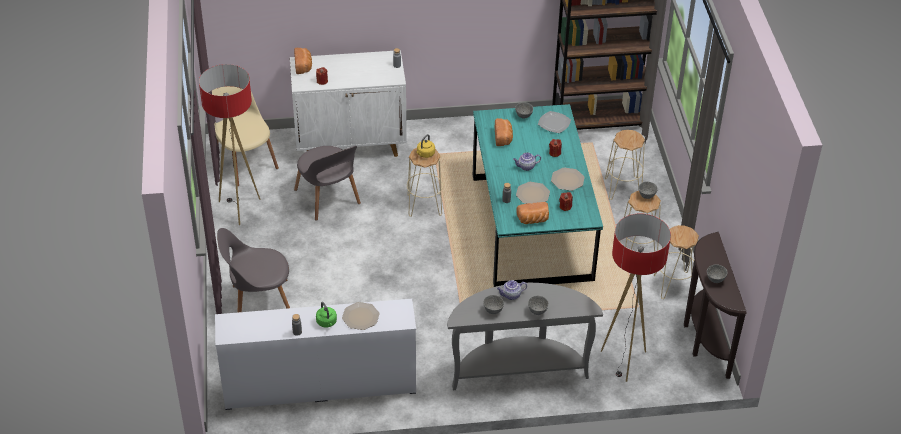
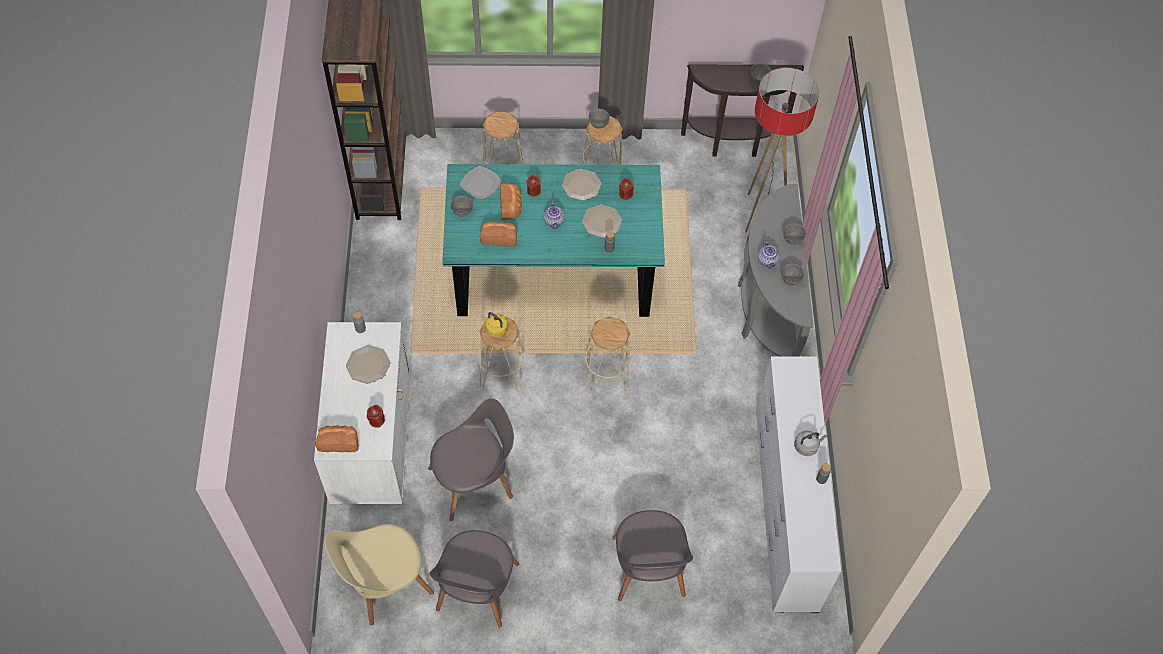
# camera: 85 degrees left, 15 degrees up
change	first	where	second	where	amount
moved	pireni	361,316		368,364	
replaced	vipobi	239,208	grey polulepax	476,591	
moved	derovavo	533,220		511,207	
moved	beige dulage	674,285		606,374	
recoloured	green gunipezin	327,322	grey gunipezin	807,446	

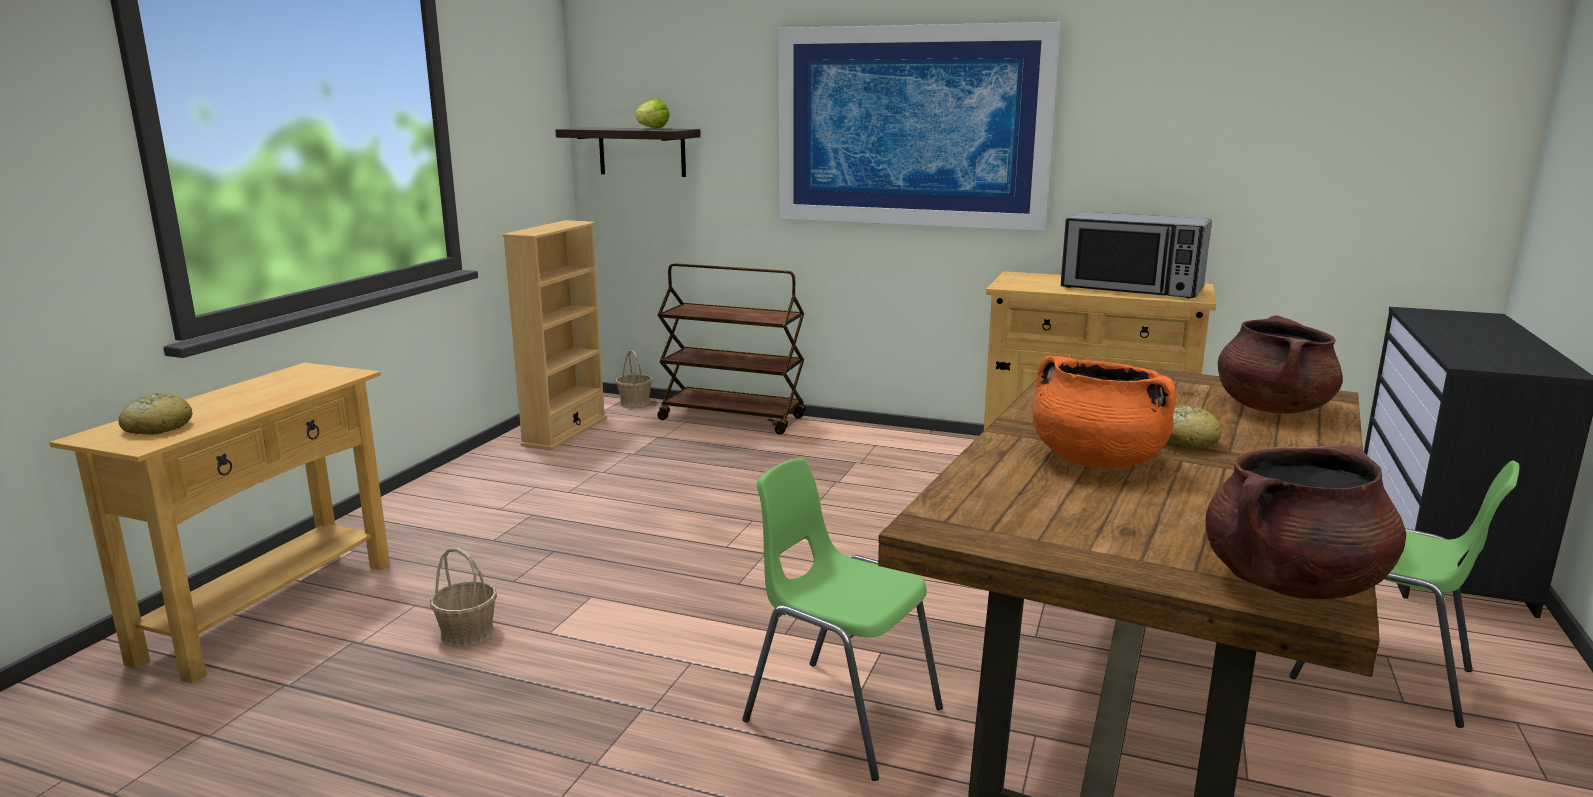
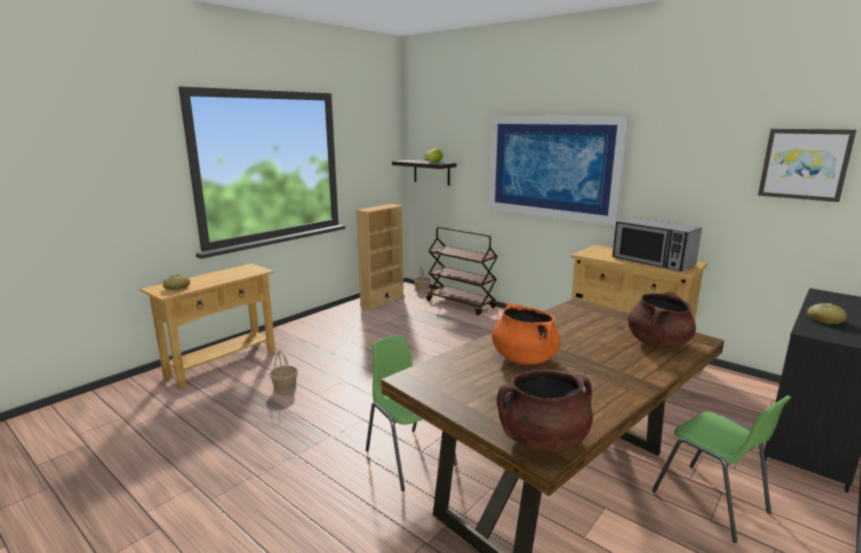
# camera: 20 degrees right, 0 degrees up
change	first	where	second	where	amount
added			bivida	804,164	
moved	derovavo	1182,442		824,320	

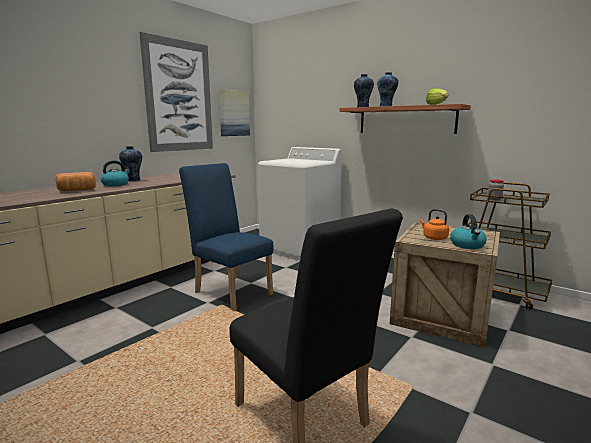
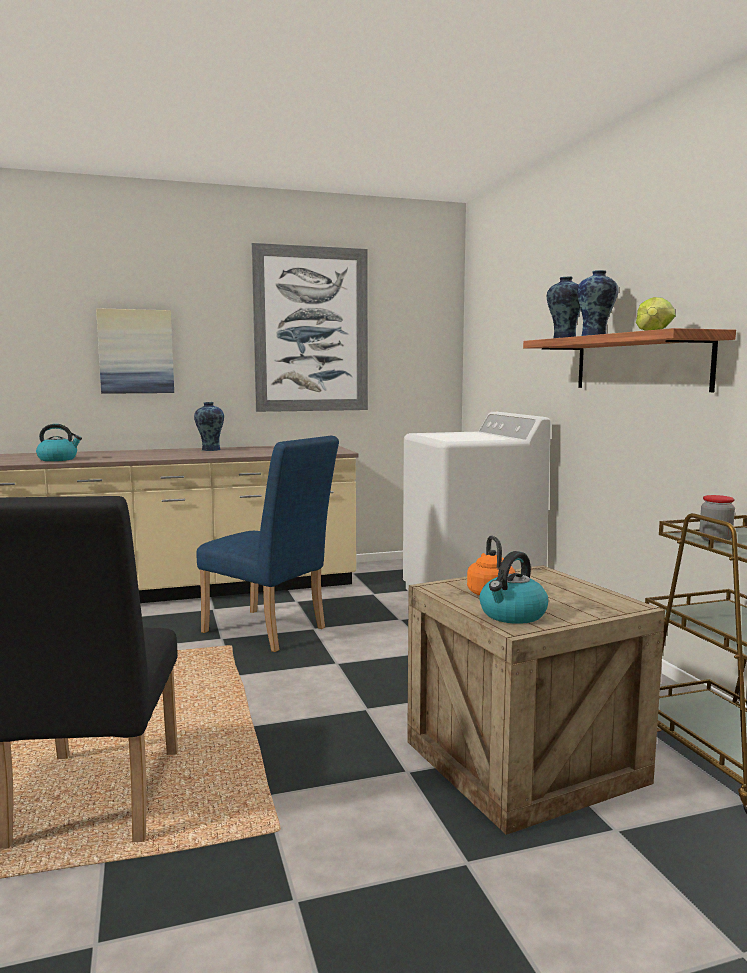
# camera: 35 degrees right, 5 degrees down
change	first	where	second	where	amount
moved	gunipezin	116,184		58,459	
moved	bivida	234,113		136,351	
turned	blue polulepax	230,291		270,632	135 degrees clockwise
removed	derovavo	77,191			

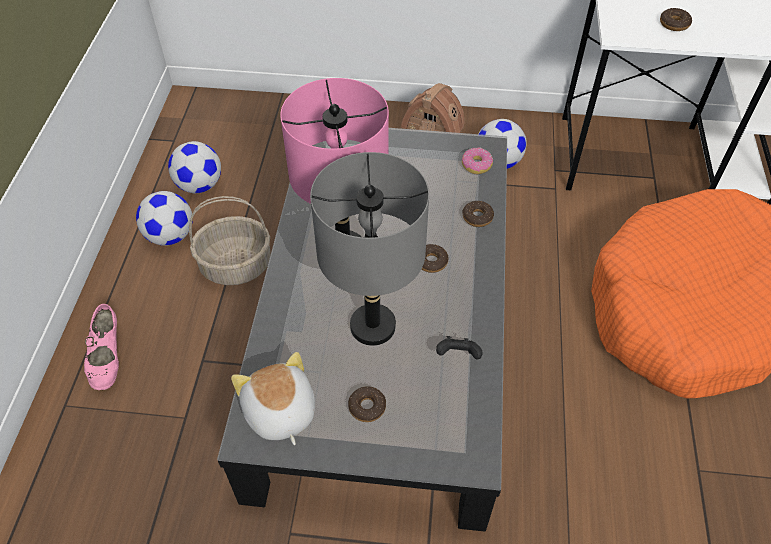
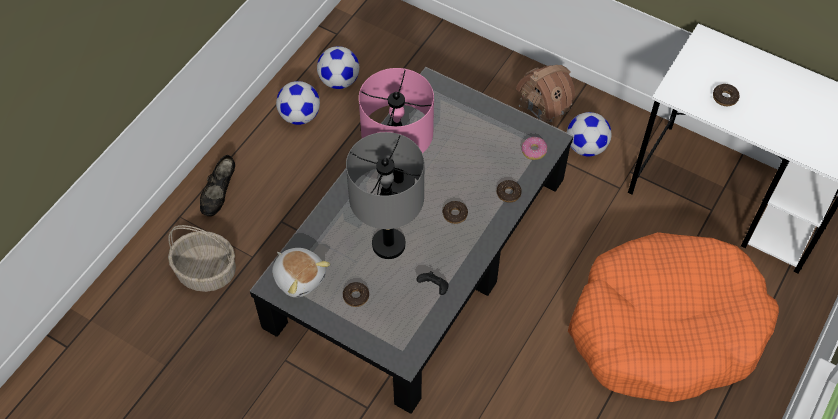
# camera: 25 degrees right, 5 degrees up
change	first	where	second	where	amount
moved	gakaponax	236,265		207,271	
recoloured	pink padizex	108,358	black padizex	219,194	
turned	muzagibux	279,412		300,277	135 degrees clockwise

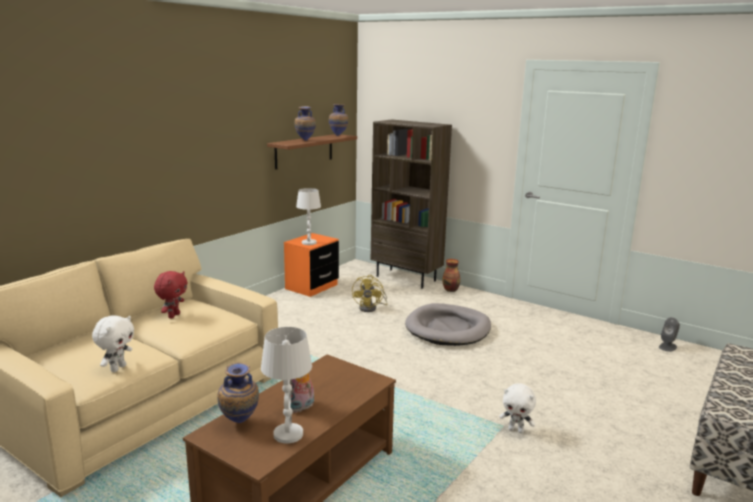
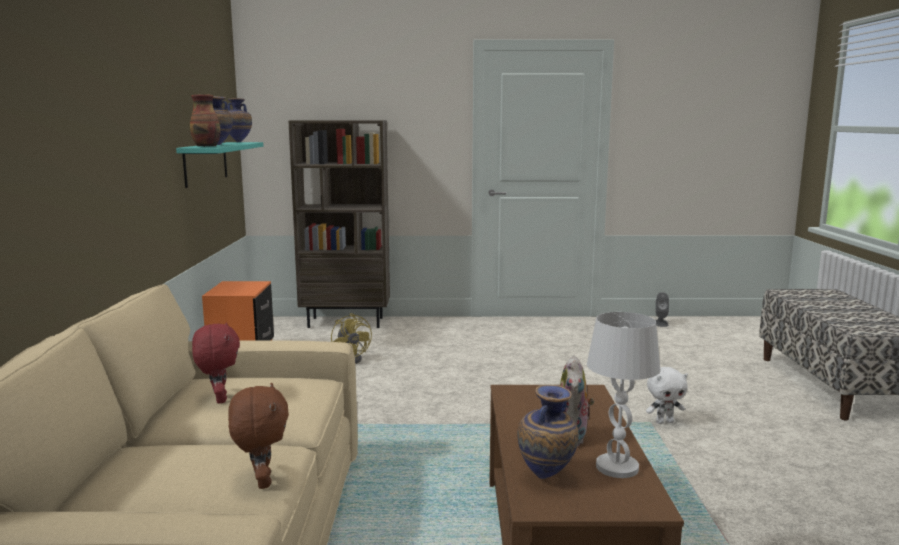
# camera: 35 degrees left, 5 degrees down
change	first	where	second	where	amount
recoloured	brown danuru	304,151	turquoise danuru	206,163	
moved	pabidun	451,290		207,146	
recoloured	white muzagibux	117,368	brown muzagibux	261,482	
removed	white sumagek	309,243			
removed	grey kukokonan	448,328			

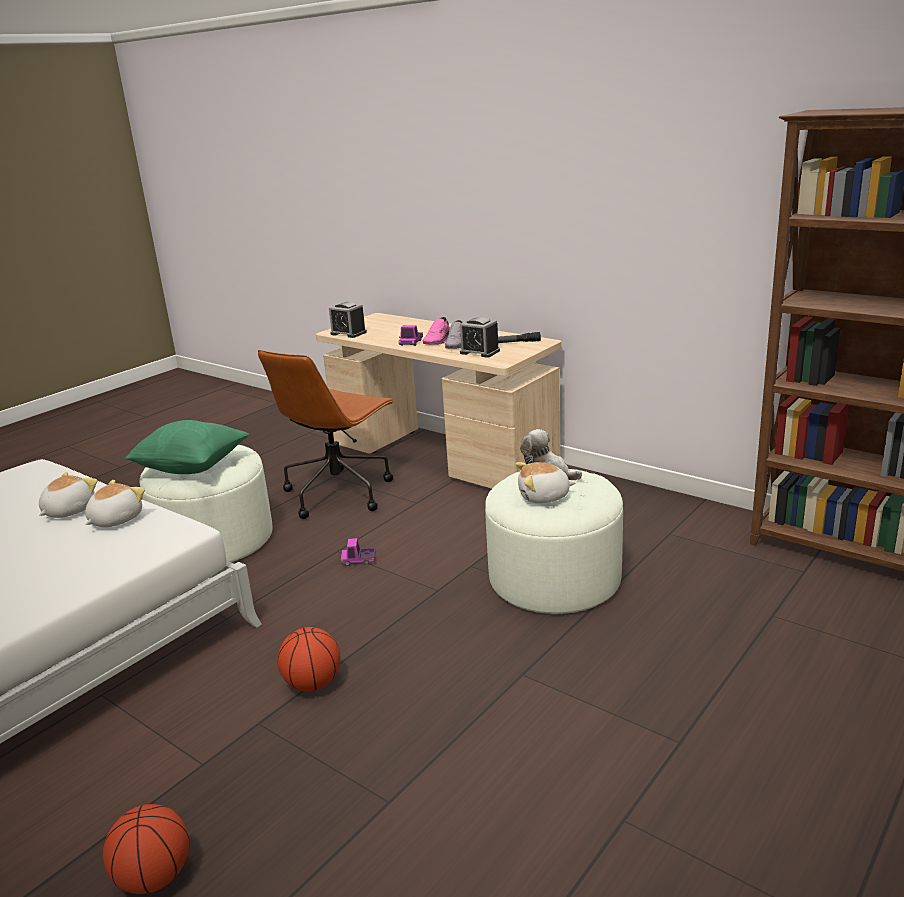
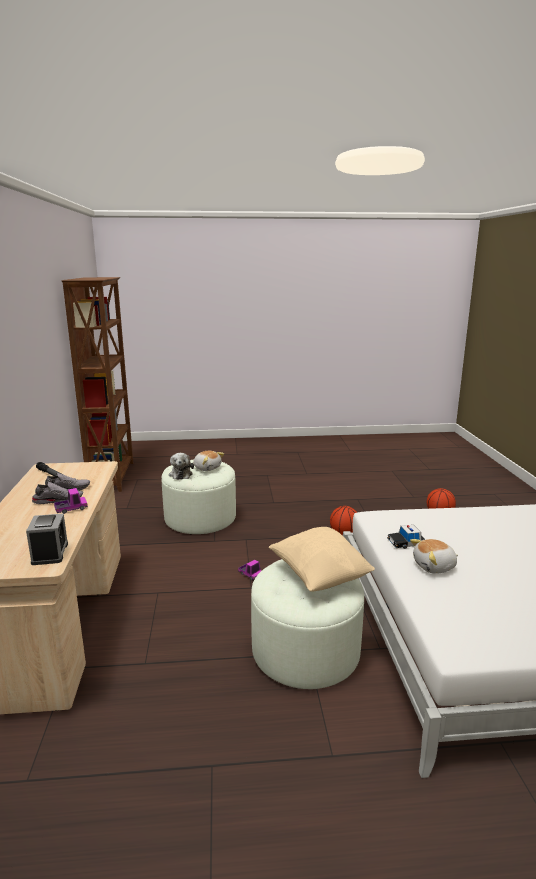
# camera: 135 degrees left, 5 degrees down
change	first	where	second	where	amount
recoloured	pink padizex	438,341	grey padizex	58,500	
recoloured	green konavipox	192,467	beige konavipox	319,576	
replaced	muzagibux	115,519	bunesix	406,543	
removed	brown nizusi	339,493			
removed	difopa	480,352			

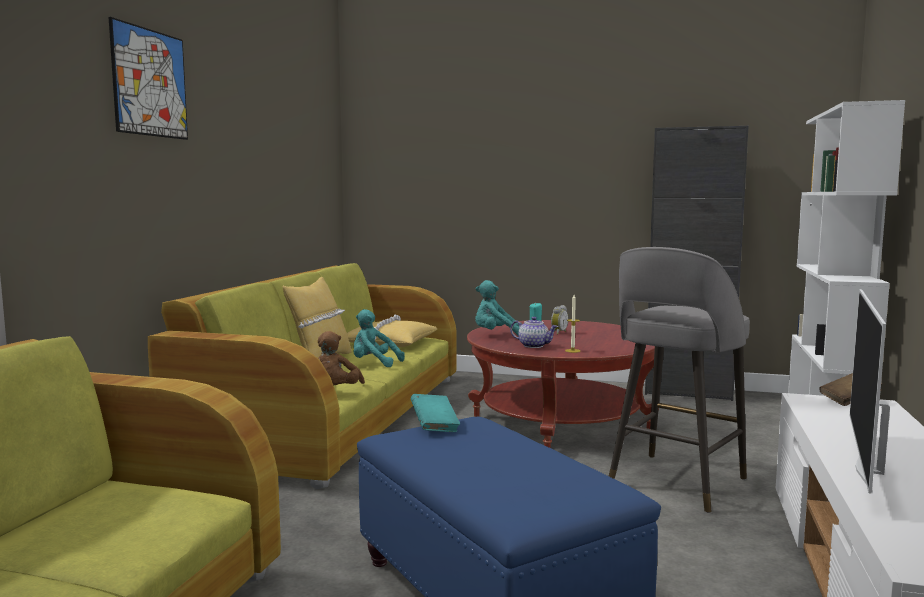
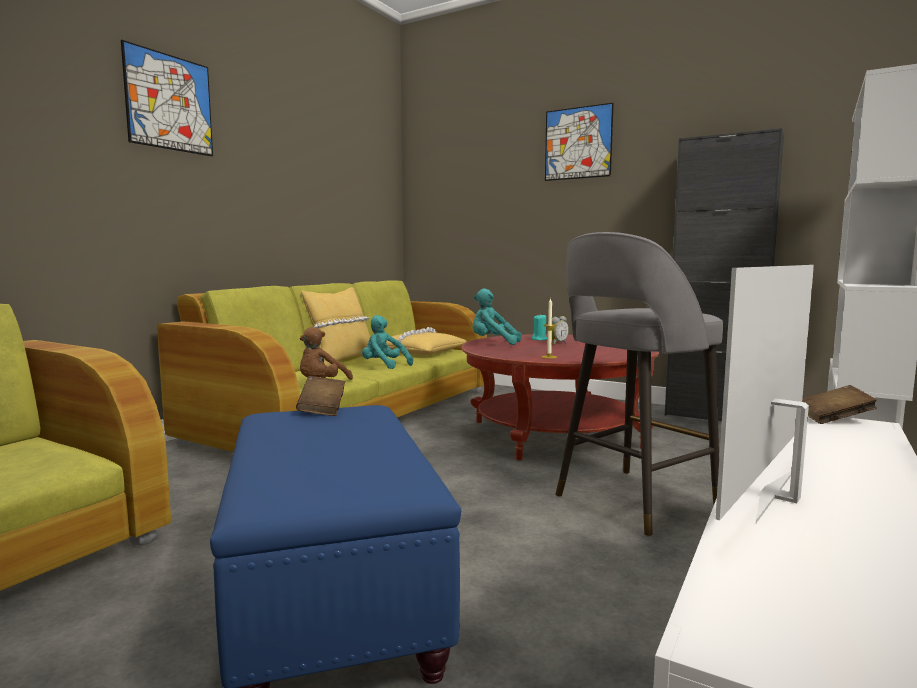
# camera: 15 degrees right, 0 degrees up
change	first	where	second	where	amount
recoloured	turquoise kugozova	435,426	brown kugozova	322,410	
added			bivida	578,143	
removed	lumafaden	534,346			

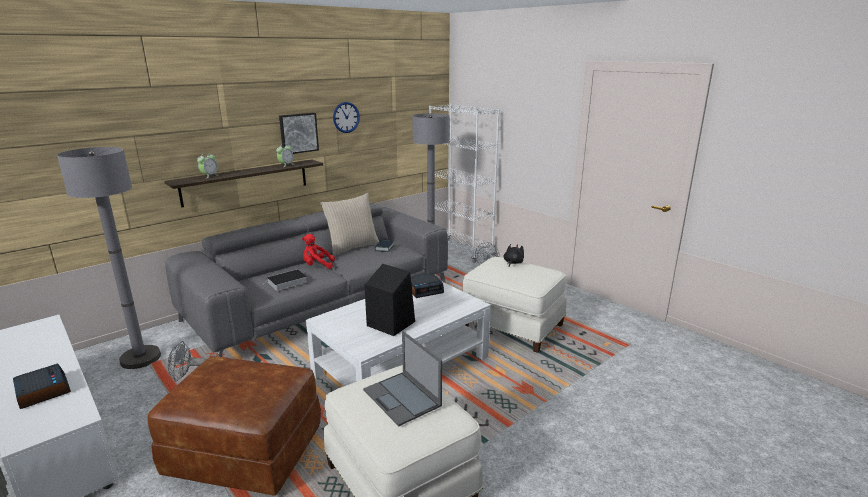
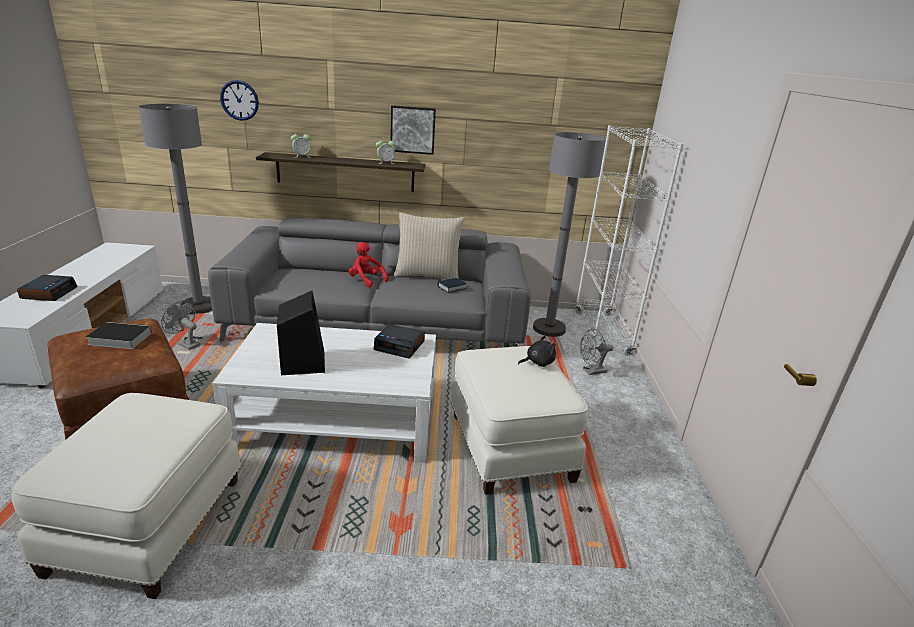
# camera: 40 degrees right, 5 degrees up
change	first	where	second	where	amount
moved	kugozova	286,282		118,338	
moved	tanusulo	346,117		239,100	
removed	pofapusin	402,398			

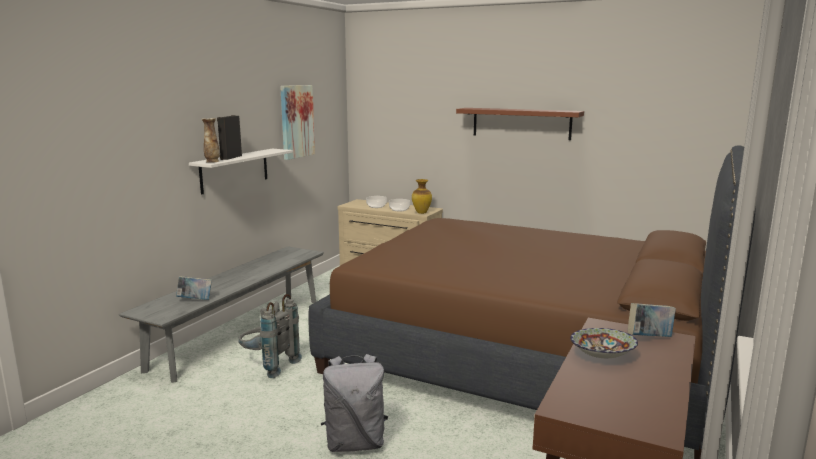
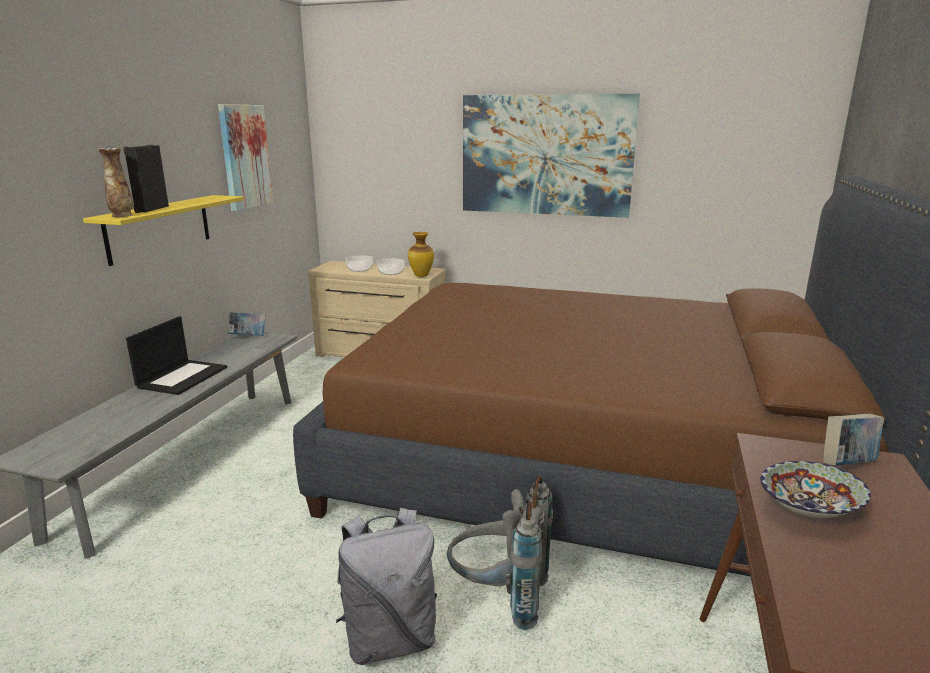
# camera: 10 degrees left, 5 degrees up
change	first	where	second	where	amount
recoloured	white danuru	234,170	yellow danuru	159,228	
added			pofapusin	182,377	
moved	kugozova	195,300		248,337	
moved	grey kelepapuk	268,365		499,597	
replaced	brown danuru	521,123	bivida	546,155	

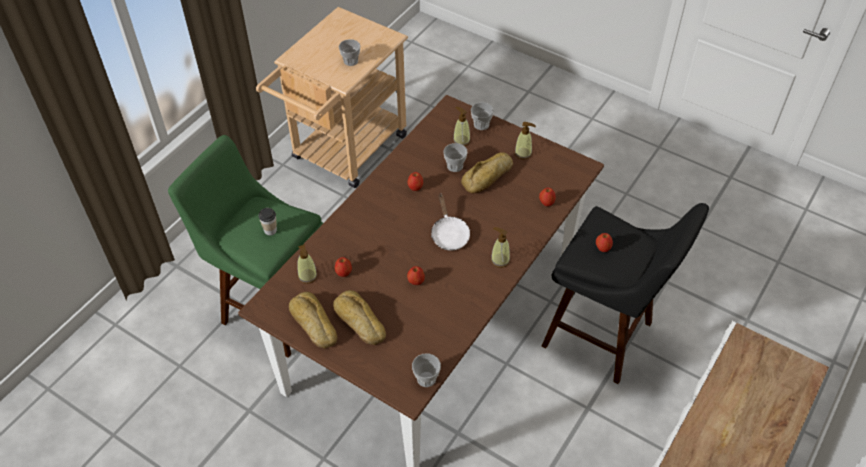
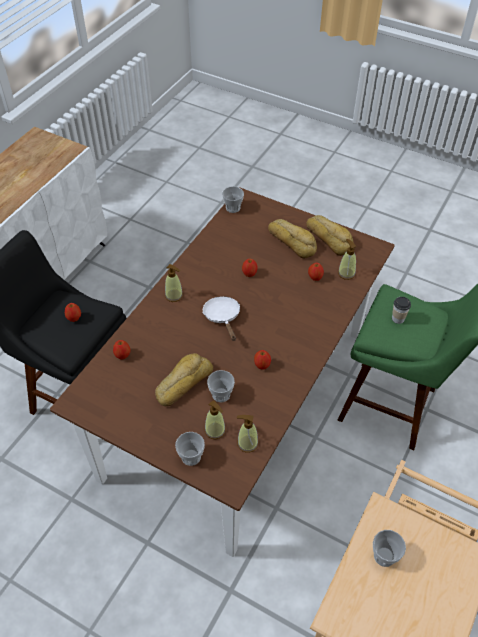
# camera: 175 degrees right, 0 degrees up
change	first	where	second	where	amount
moved	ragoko	523,153		247,443	

